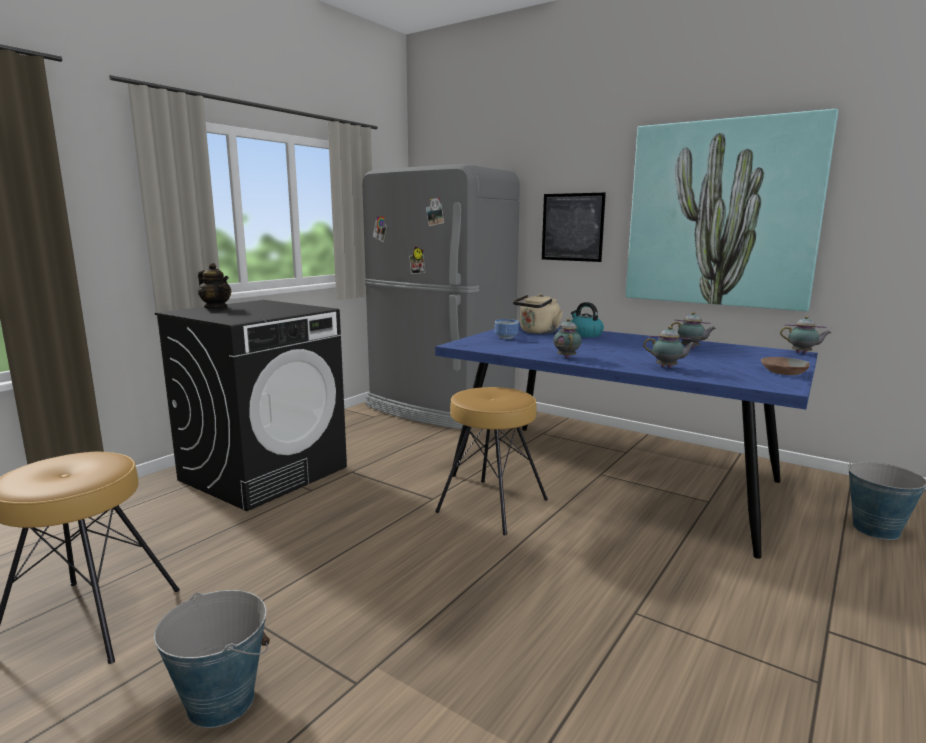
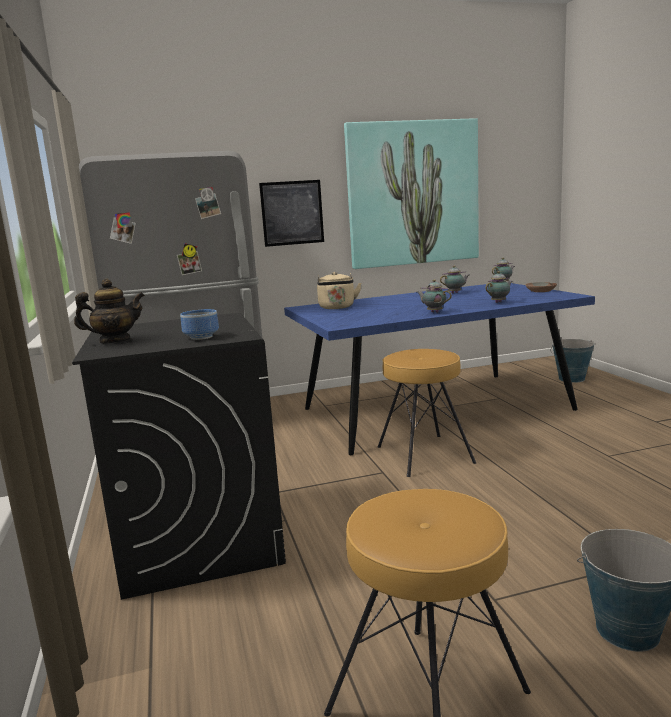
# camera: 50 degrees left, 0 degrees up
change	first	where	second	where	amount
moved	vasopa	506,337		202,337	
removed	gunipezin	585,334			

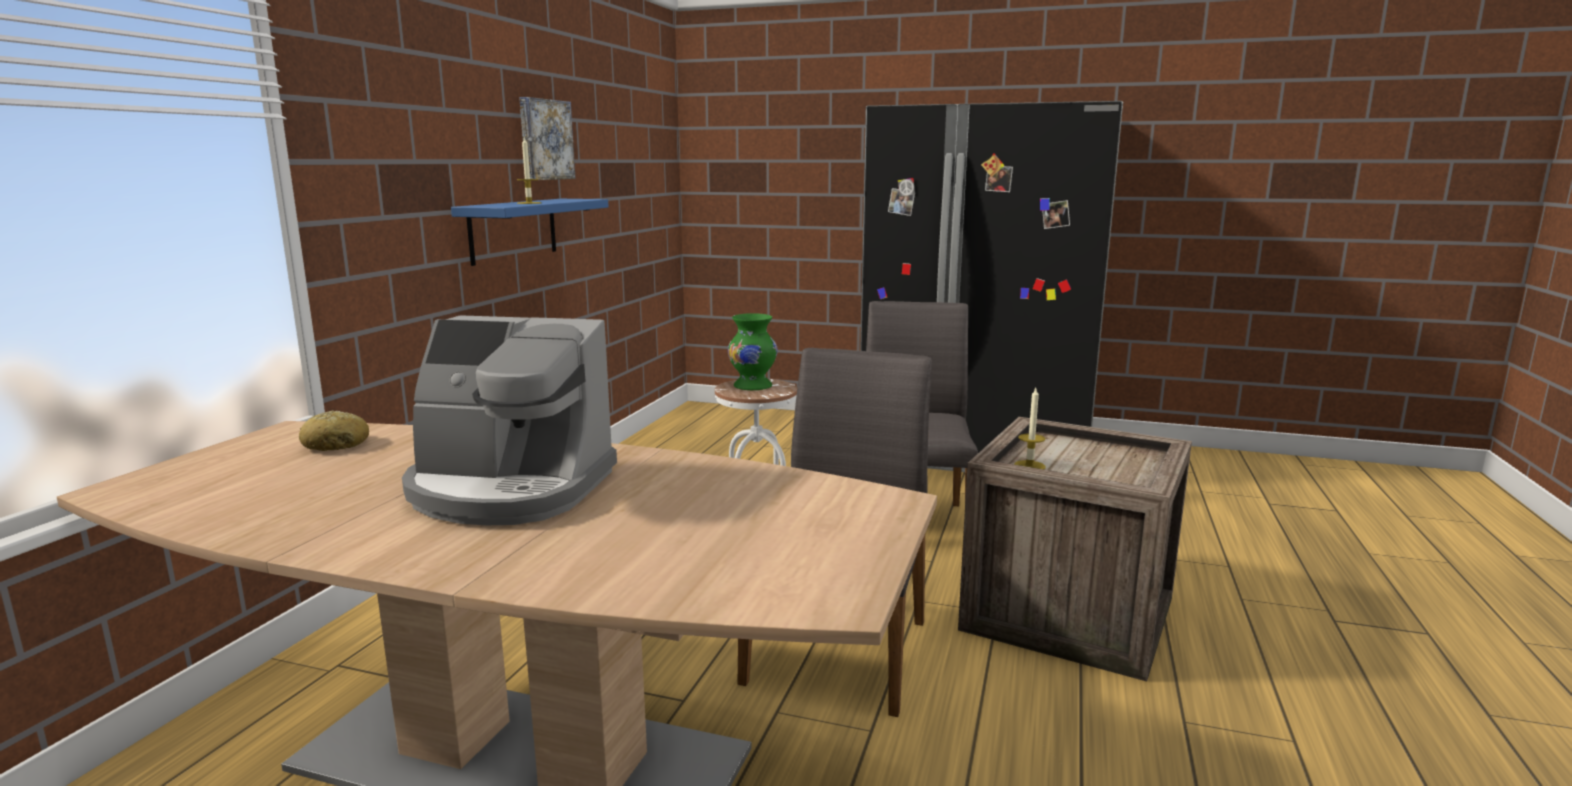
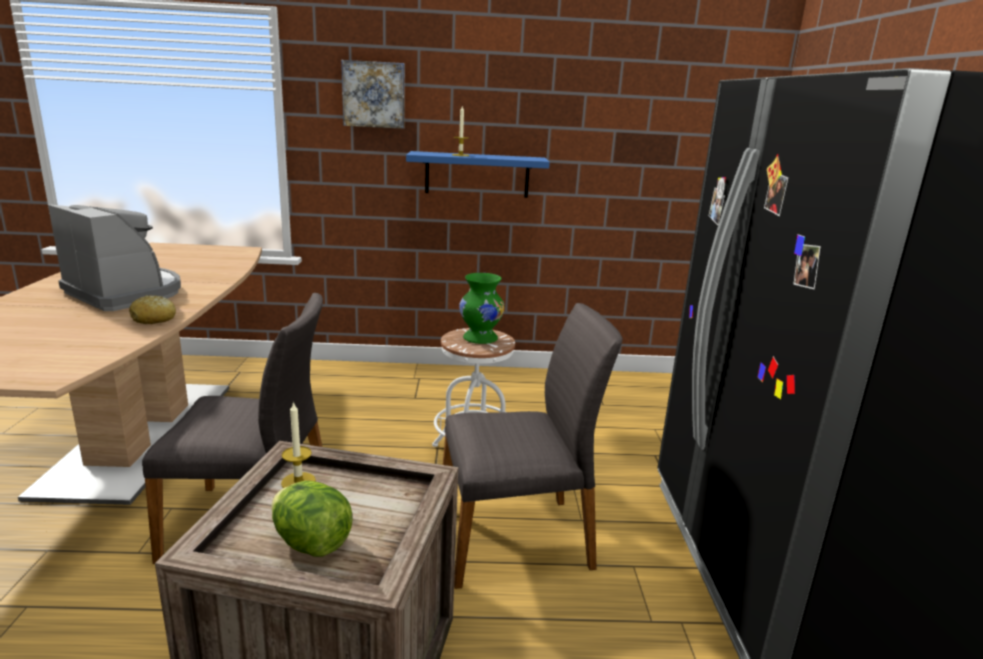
# camera: 70 degrees right, 5 degrees up
change	first	where	second	where	amount
turned	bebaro	509,489		126,293	135 degrees clockwise
moved	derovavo	336,444		154,319	
added			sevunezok	311,543	
moved	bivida	544,140		374,94	

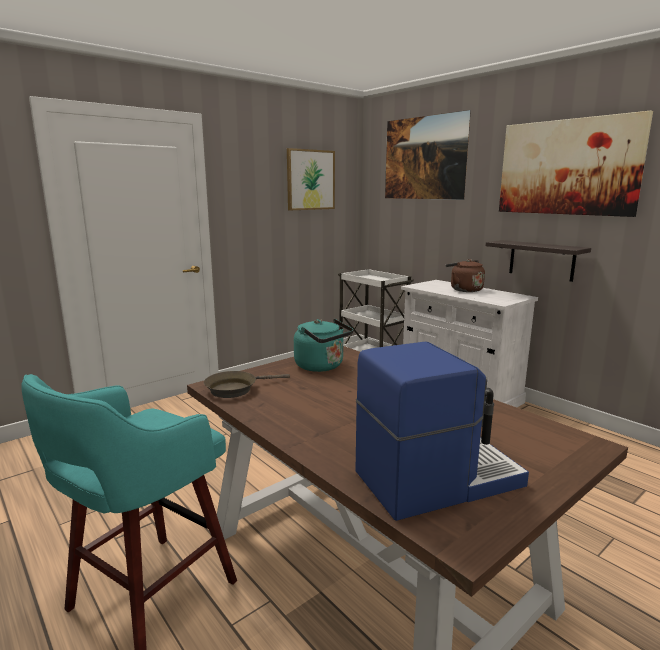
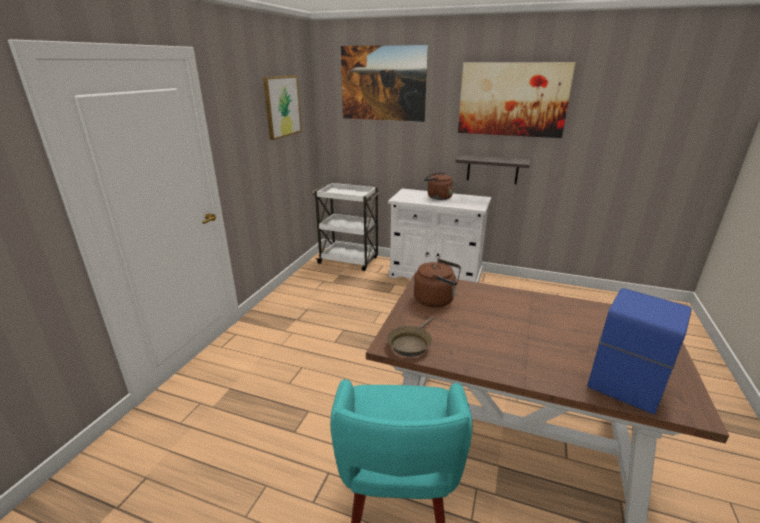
# camera: 30 degrees left, 10 degrees up
change	first	where	second	where	amount
recoloured	turquoise gunipezin	322,366	brown gunipezin	436,299	

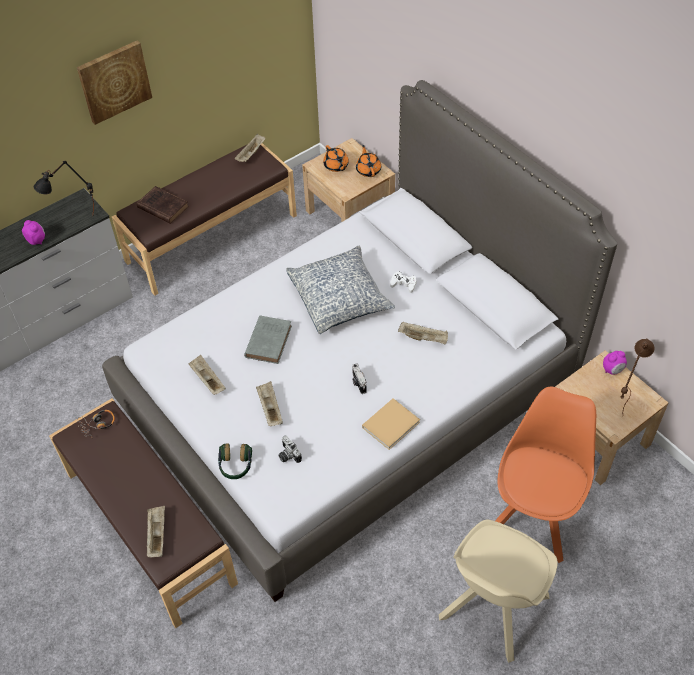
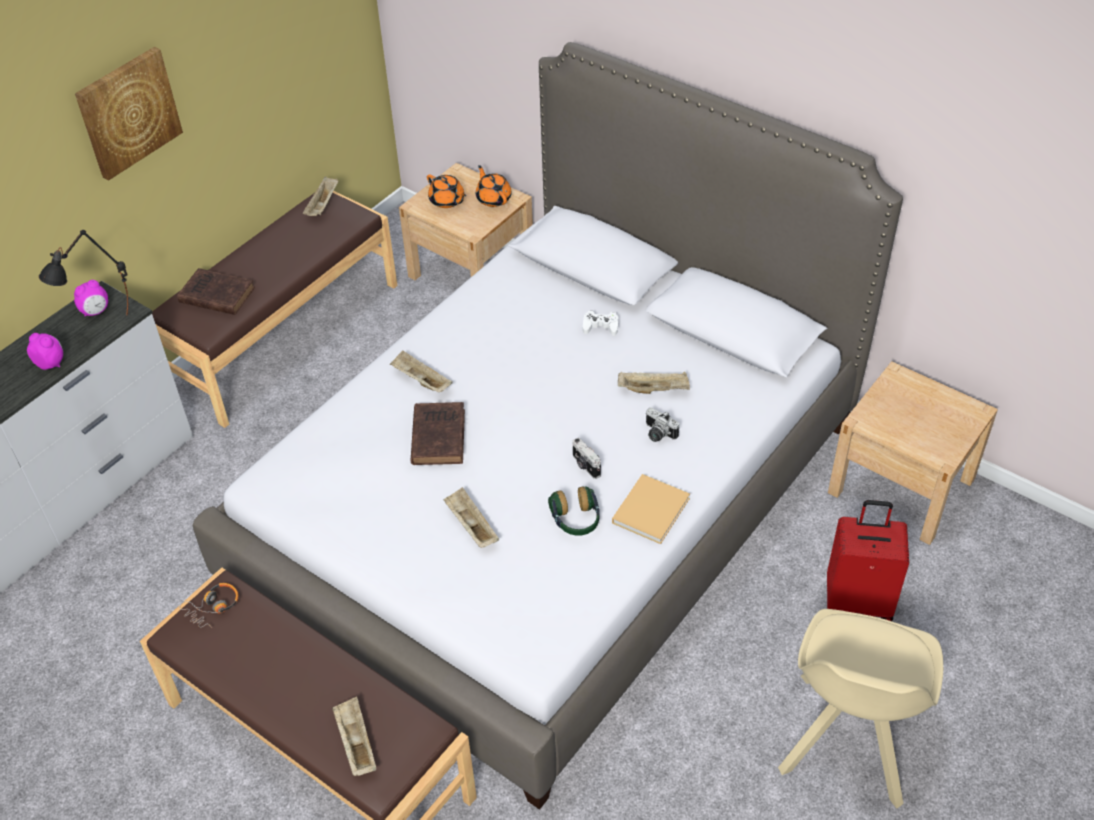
# camera: 15 degrees left, 5 degrees down
change	first	where	second	where	amount
moved	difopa	612,370		96,311	
moved	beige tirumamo	207,380		420,381	
recoloured	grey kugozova	269,340	brown kugozova	438,435	
moved	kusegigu	235,466		576,520	
moved	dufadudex	287,455		657,434	
replaced	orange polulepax	535,513	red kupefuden	858,601	
removed	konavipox	340,298			
removed	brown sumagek	623,399			

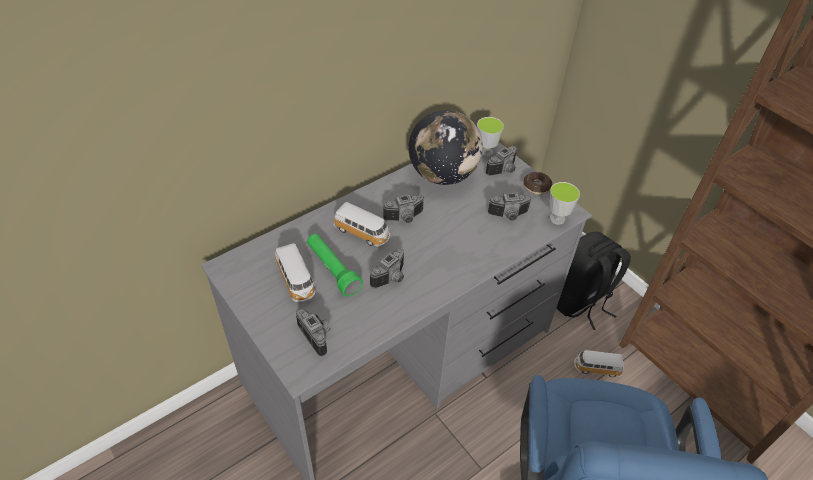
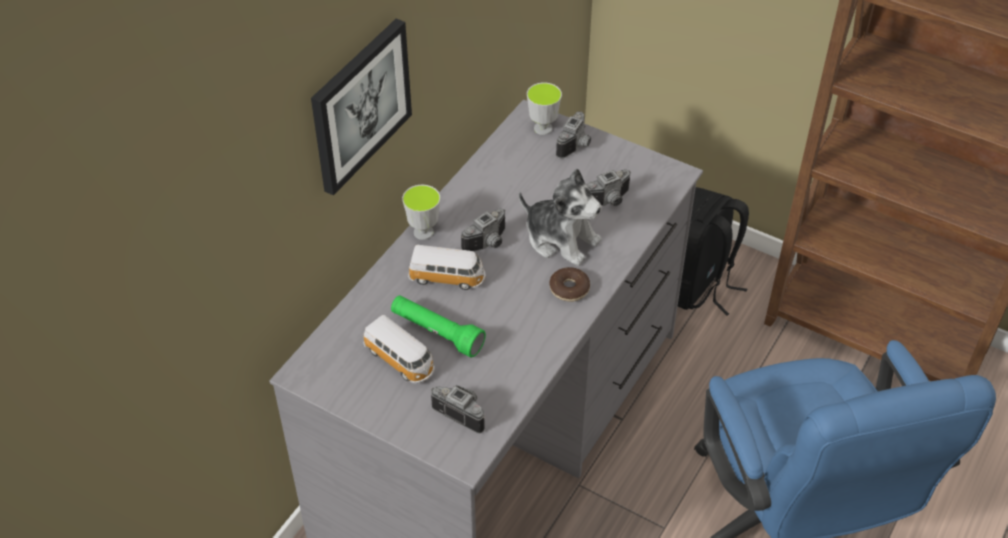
# camera: 20 degrees left, 0 degrees up
change	first	where	second	where	amount
added			bivida	359,105	
moved	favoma	557,219		423,232	
added			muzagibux	561,239	
moved	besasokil	536,187		569,289	
removed	dufadudex	392,278			
removed	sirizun	443,175			
removed	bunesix	596,368			

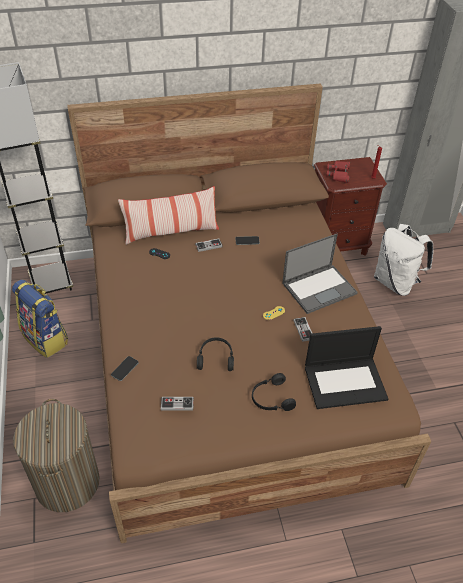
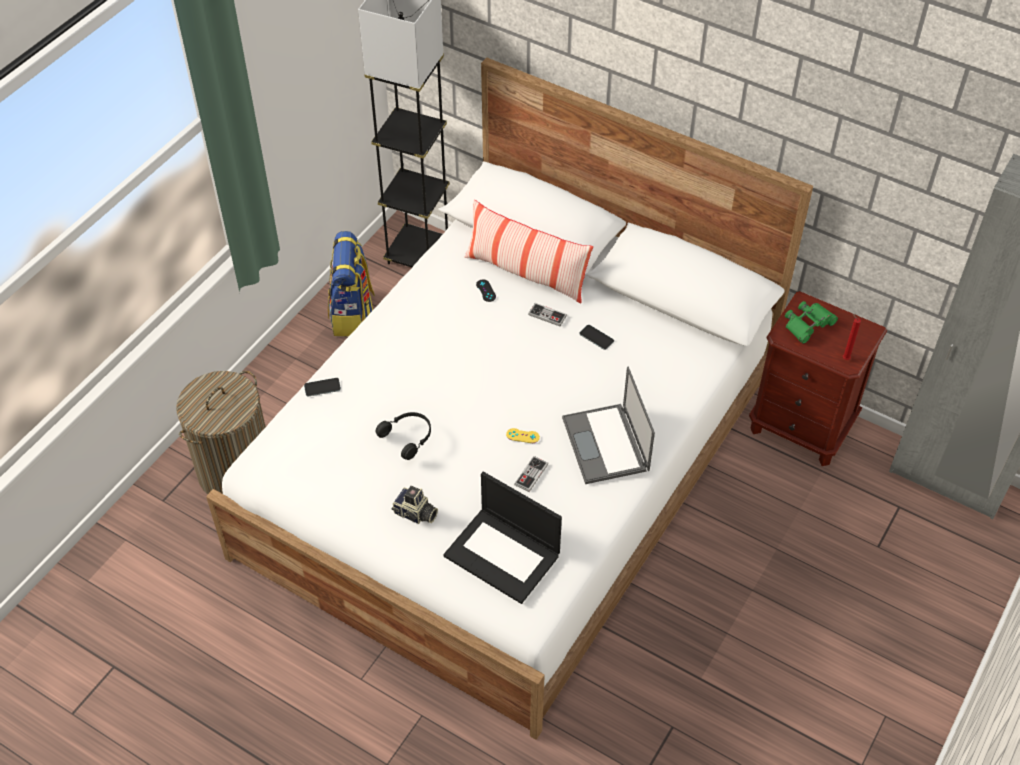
# camera: 45 degrees right, 5 degrees up
change	first	where	second	where	amount
recoloured	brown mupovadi	230,355	white mupovadi	512,465	
replaced	black kusegigu	271,398	dufadudex	415,514	
turned	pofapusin	319,288		606,445	60 degrees clockwise
recoloured	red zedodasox	338,174	green zedodasox	808,324	
removed	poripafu	177,404			
removed	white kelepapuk	395,283			

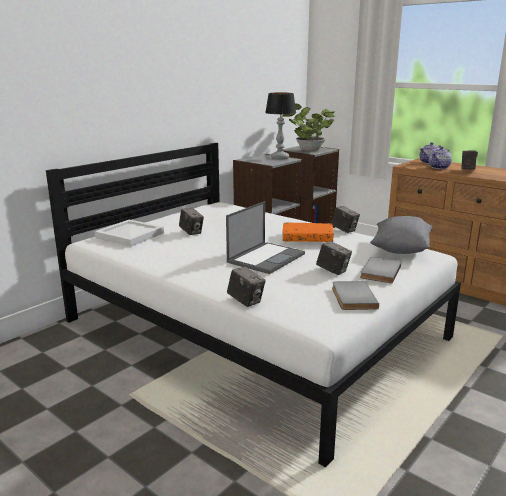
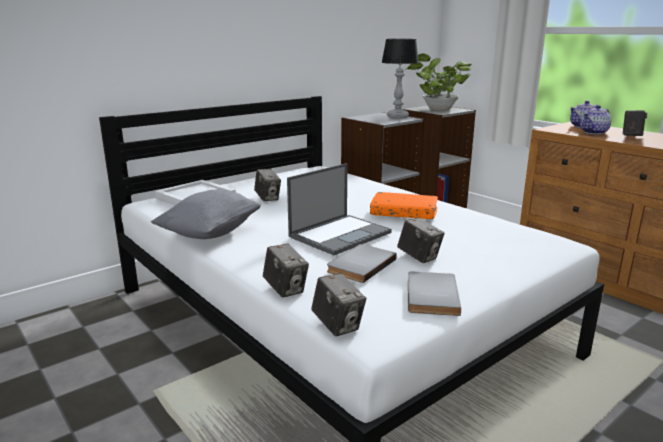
# camera: 10 degrees right, 0 degrees up
change	first	where	second	where	amount
moved	grey konavipox	400,249		210,233	
moved	dufadudex	344,230		338,325	
moved	grey kugozova	379,271		359,265	

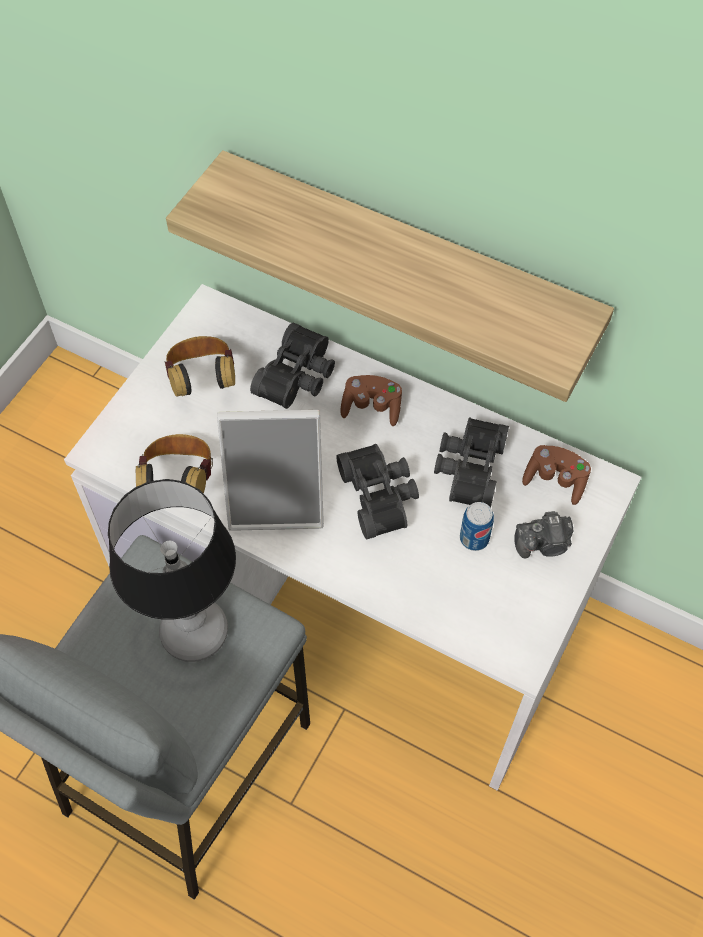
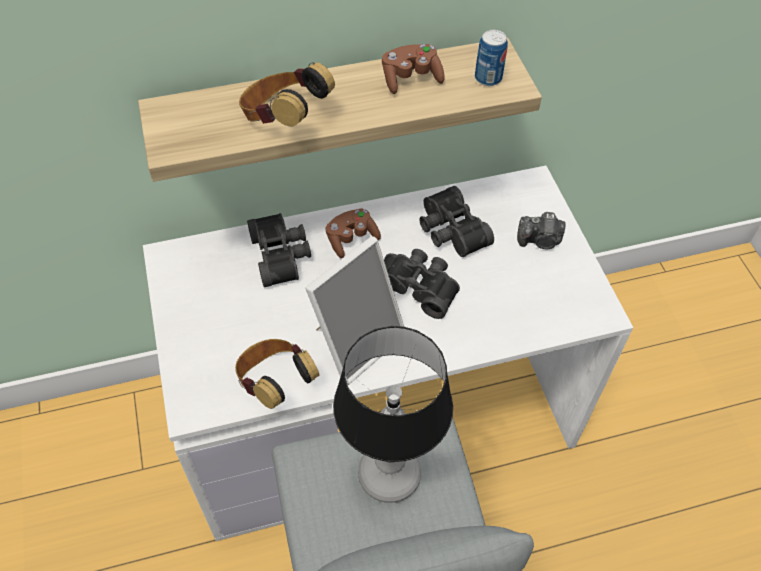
# camera: 45 degrees left, 5 degrees down
change	first	where	second	where	amount
moved	kusegigu	203,381		284,120	
moved	brown poripafu	555,480		411,78	
moved	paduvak	474,538		488,78	
turned	dufadudex	544,544		540,240	60 degrees clockwise

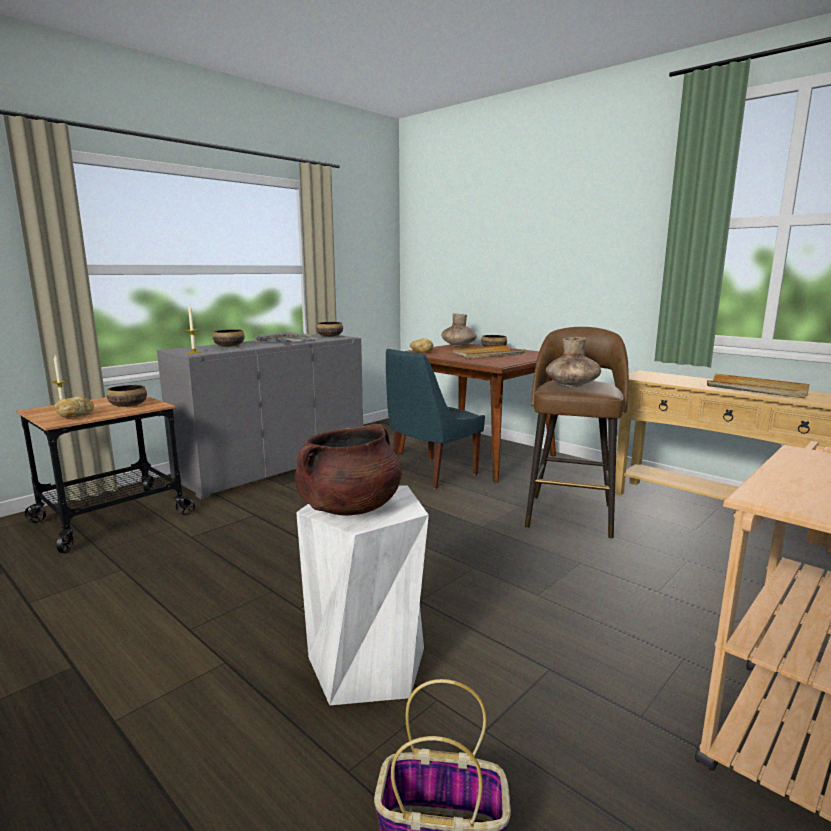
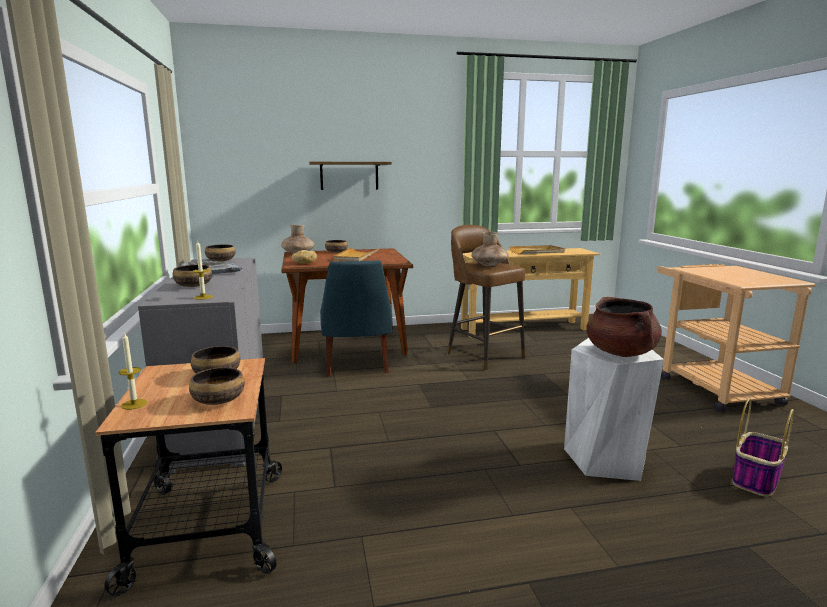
# camera: 55 degrees left, 0 degrees up
change	first	where	second	where	amount
replaced	derovavo	76,416	vasopa	218,400	
added			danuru	349,175	

